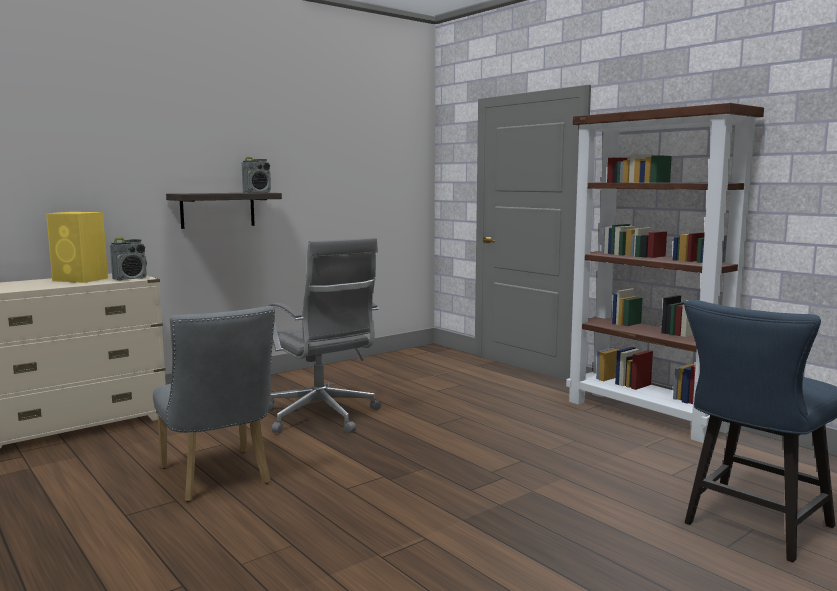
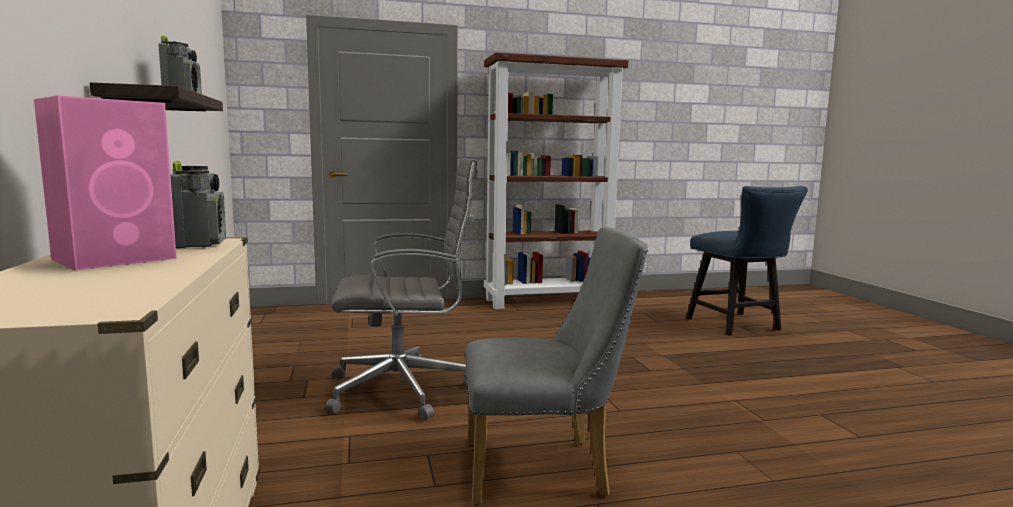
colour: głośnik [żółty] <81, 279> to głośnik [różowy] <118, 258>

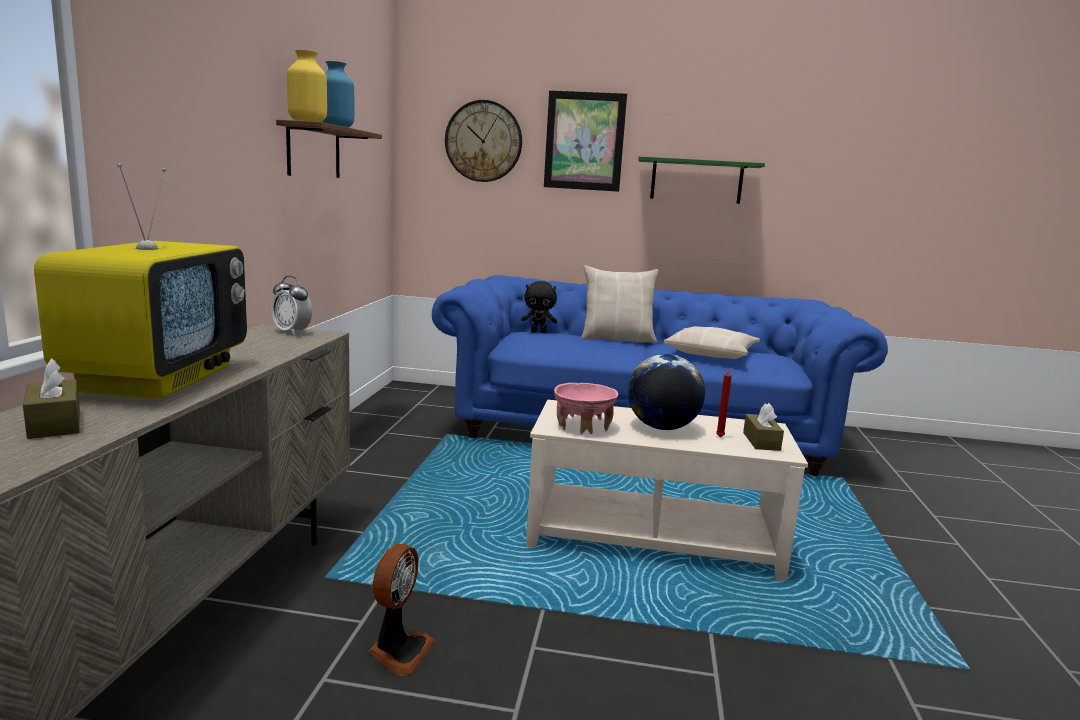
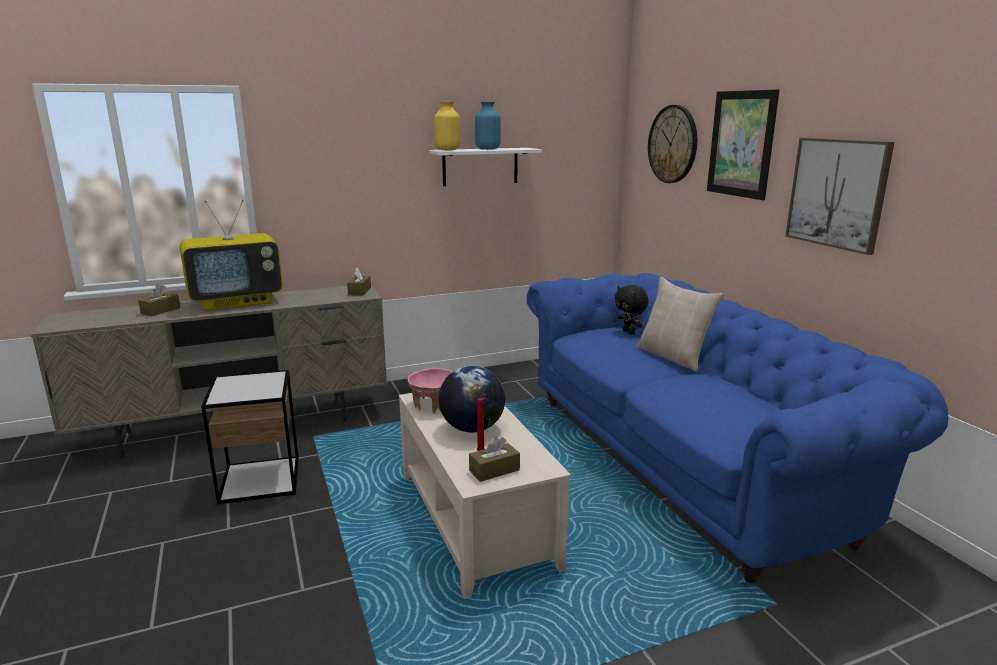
missing: poduszka [beżowy] <711, 353>
exchanged: budzik <292, 332> to pudełko chusteczek [brązowy] <359, 291>; wentylator <399, 651> to stolik <260, 479>; półka [zielony] <696, 181> to obraz <837, 193>
colour: półka [brązowy] <314, 151> to półka [biały] <480, 166>

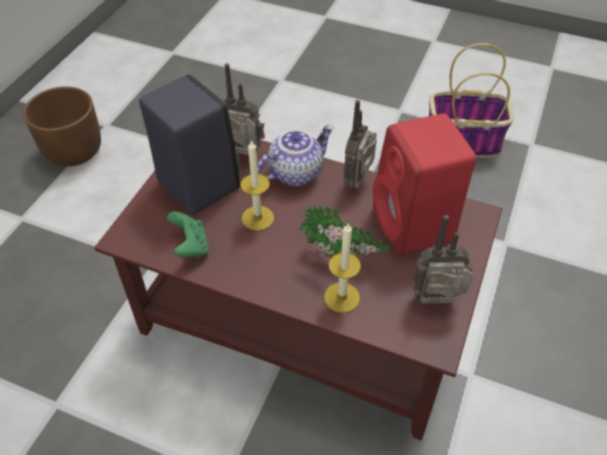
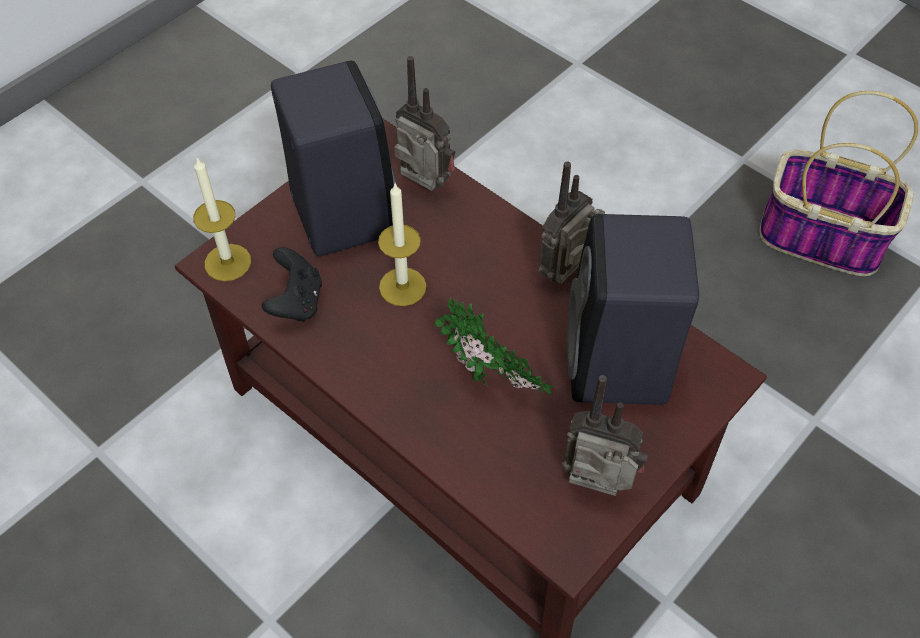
missing: donica [brązowy] <73, 151>; imbryk <295, 172>
relocated: świeca <342, 297> to <227, 262>
colour: pad do gier [zielony] <191, 247> to pad do gier [czarny] <296, 302>; głośnik [czerwony] <414, 226> to głośnik [czarny] <618, 365>

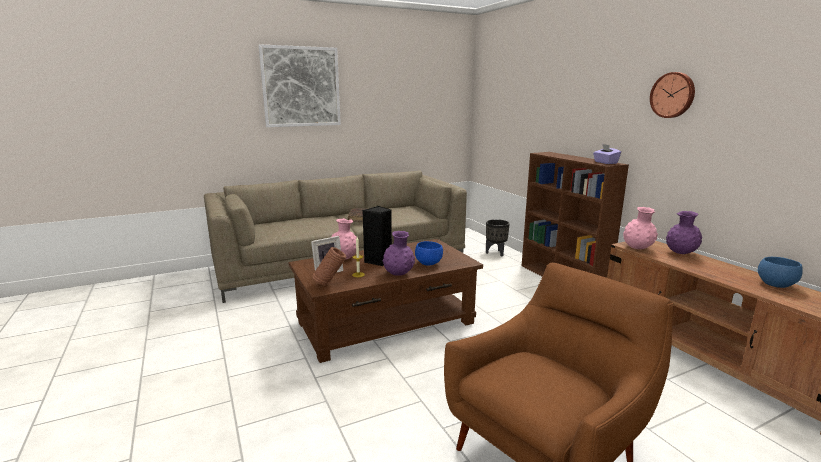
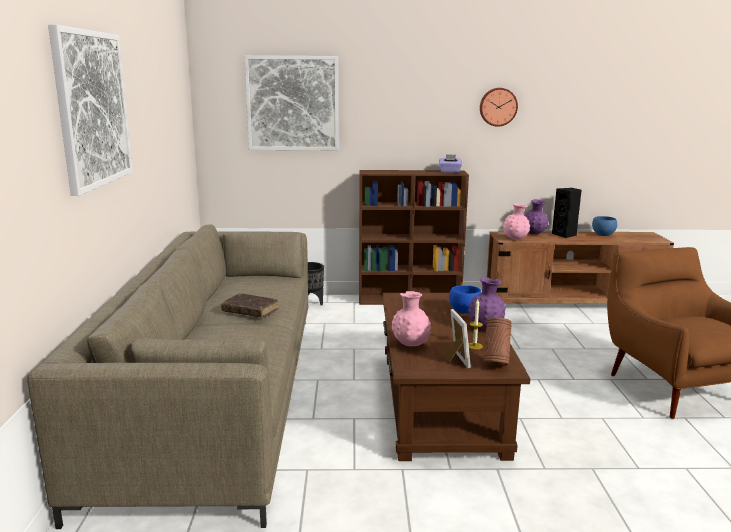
appeared: obraz <292, 103>
relocated: głośnik [czarny] <379, 261> to <565, 235>

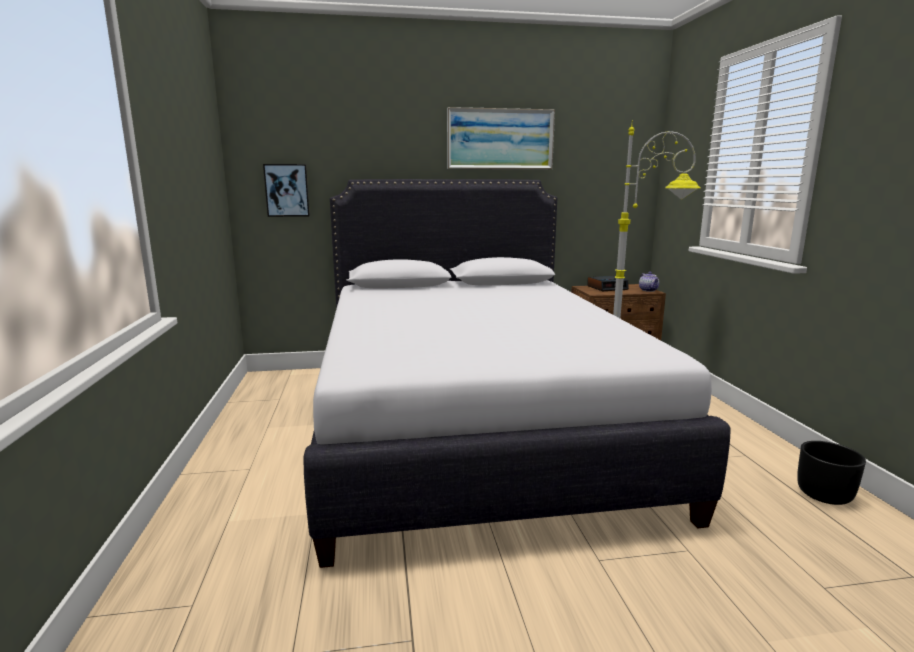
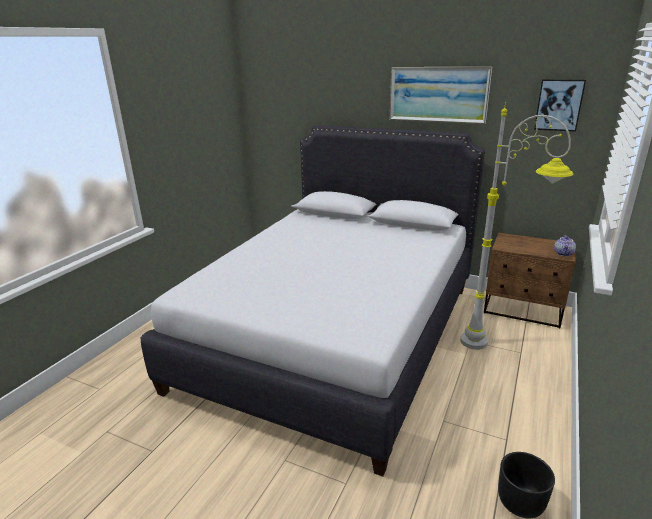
missing: budzik <607, 288>
relocated: obraz <287, 190> to <559, 105>

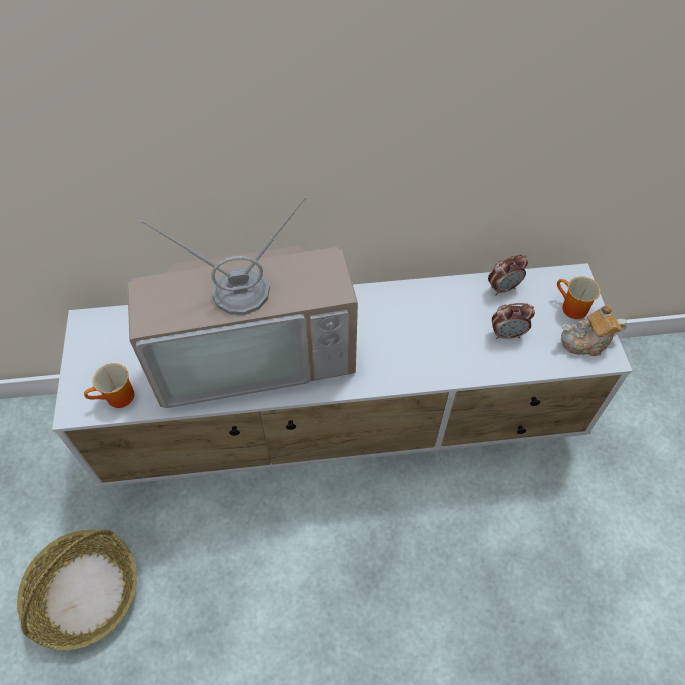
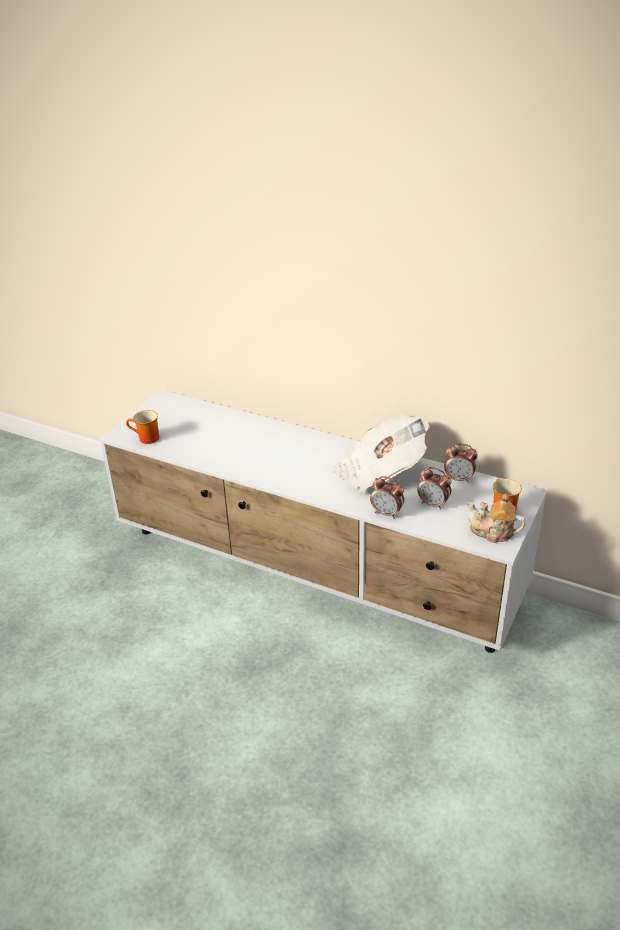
missing: koszyk <85, 592>; telewizor <255, 352>
appeared: gazeta <380, 472>; budzik <387, 513>

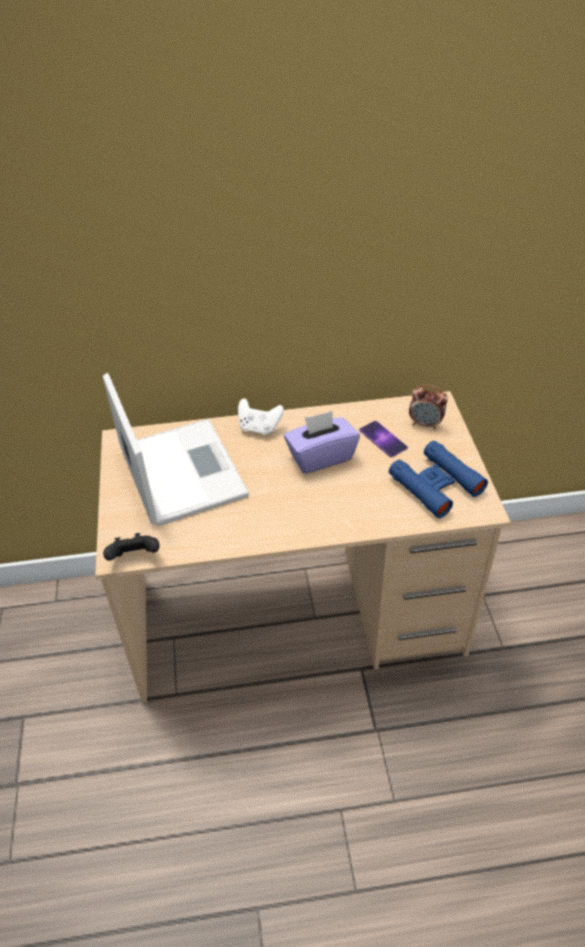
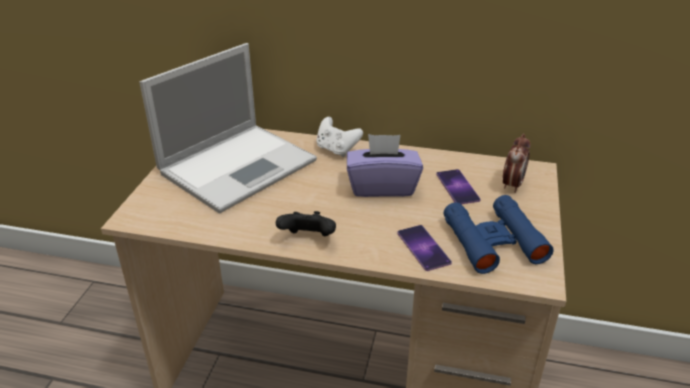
appeared: telefon <423, 248>
relocated: pad do gier [czarny] <135, 557> to <308, 239>
spun: laptop <181, 470> = <240, 165> 45 degrees clockwise; budzik <425, 424> = <512, 185> 105 degrees counterclockwise

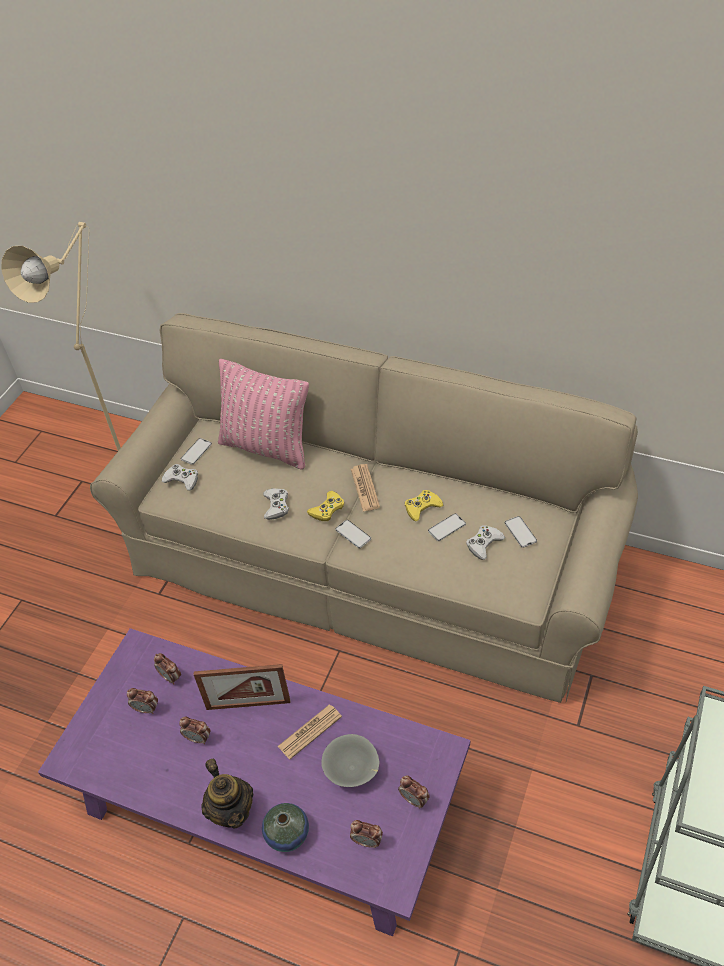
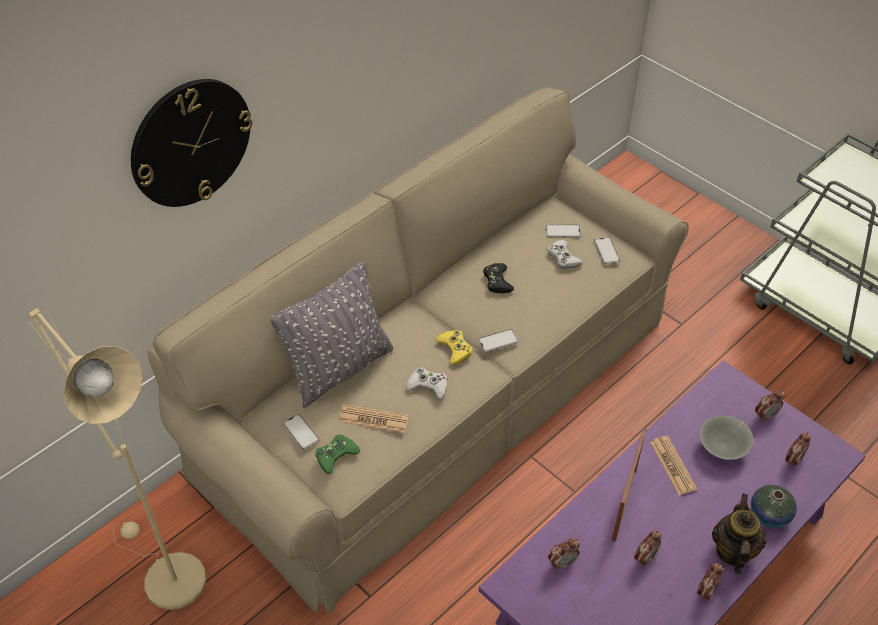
appeared: zegar ścienny <190, 143>
relocated: budzik <146, 709> to <706, 591>; gazeta <365, 488> to <373, 419>; telefon <447, 527> to <606, 251>
colour: pad do gier [biały] <182, 479> to pad do gier [zielony] <336, 456>; poduszka [różowy] <267, 447> to poduszka [szary] <339, 369>; pad do gier [żółty] <422, 507> to pad do gier [czarny] <497, 281>
spun: imbryk <232, 810> = <733, 551> 75 degrees counterclockwise

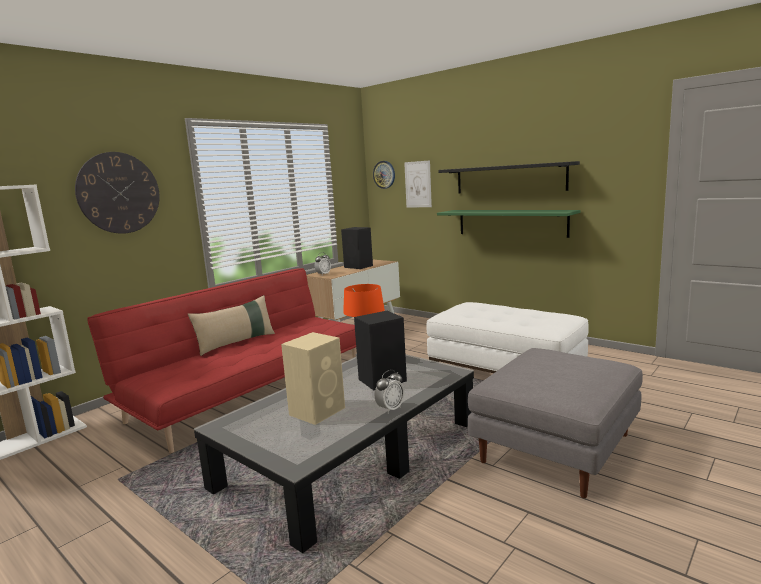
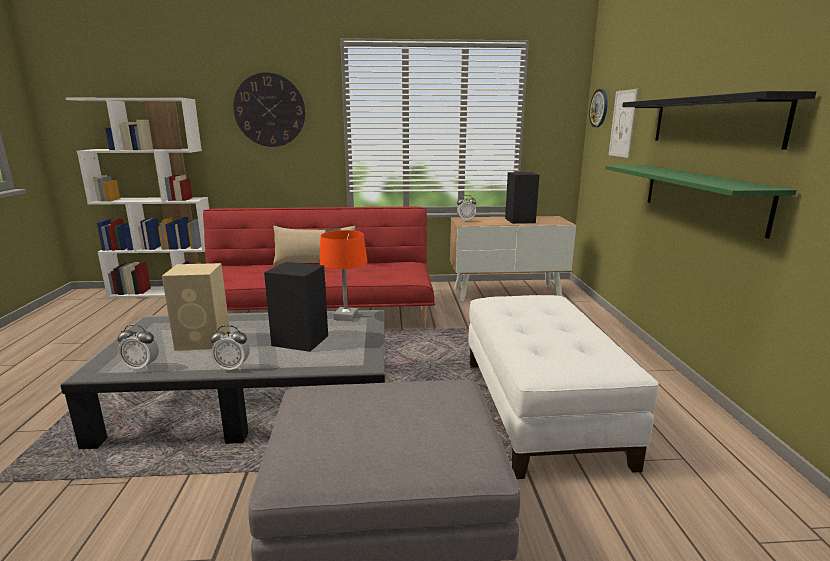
appeared: budzik <142, 367>

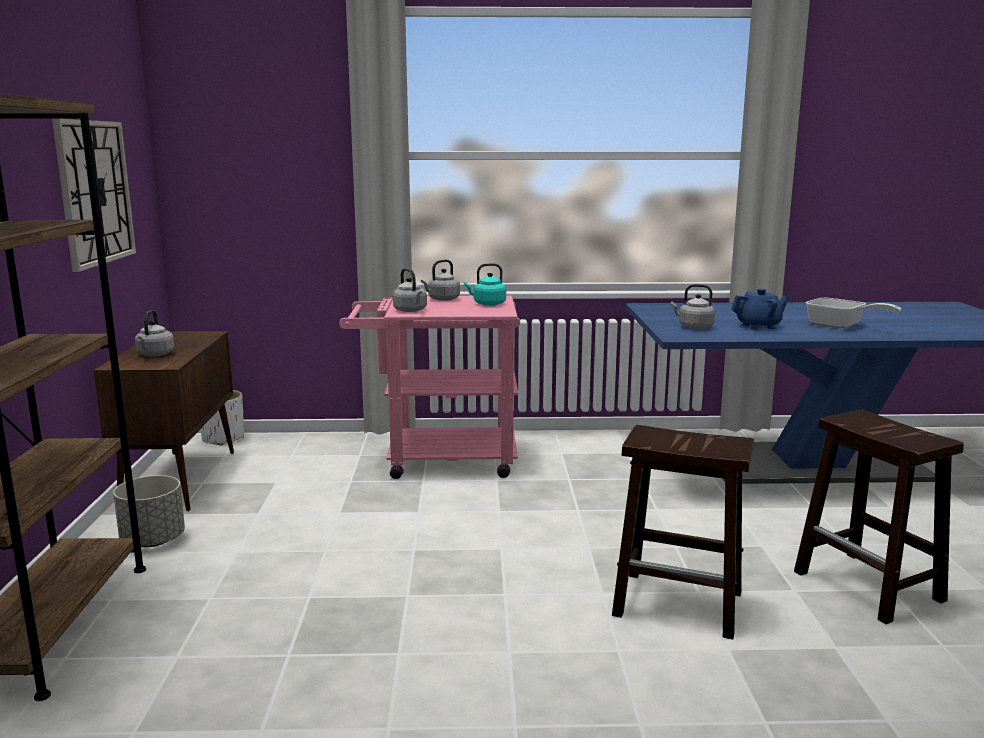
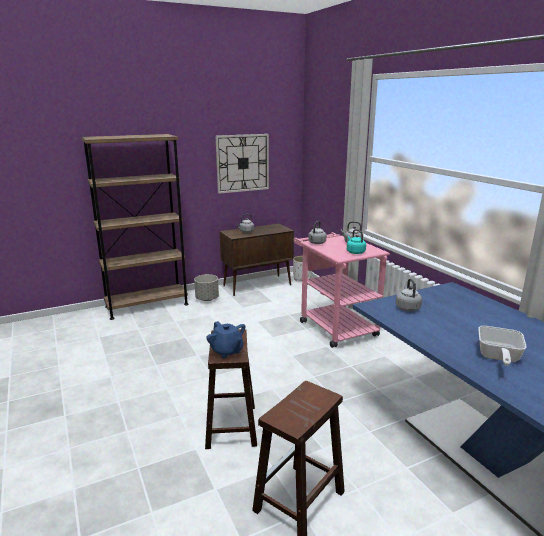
relocated: imbryk [niebieski] <759, 326> to <227, 351>

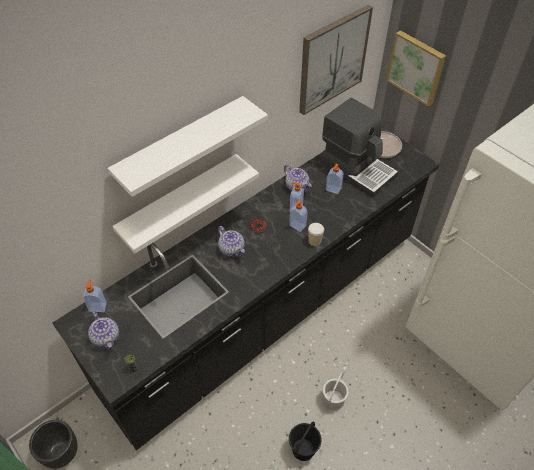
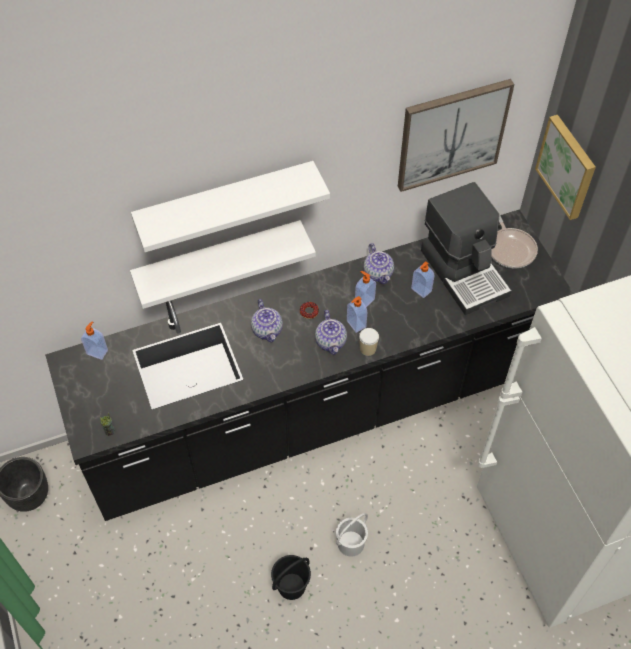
relocated: imbryk <106, 338> to <331, 342>

